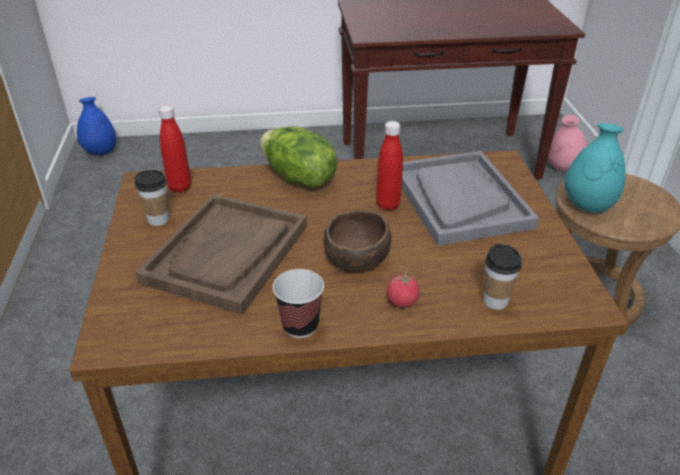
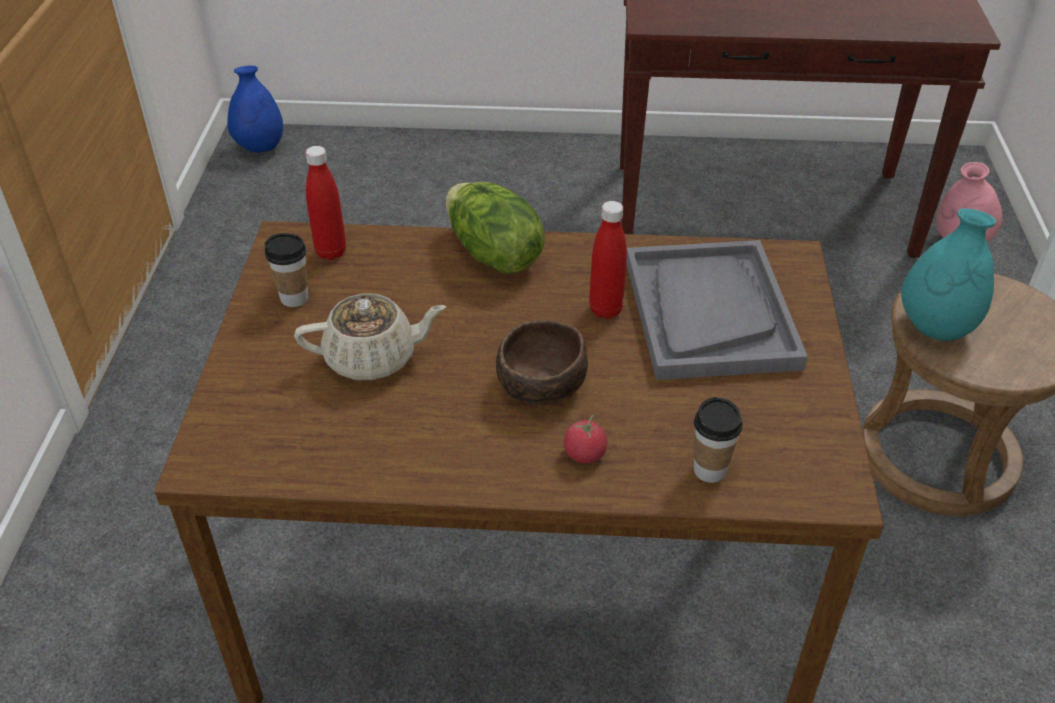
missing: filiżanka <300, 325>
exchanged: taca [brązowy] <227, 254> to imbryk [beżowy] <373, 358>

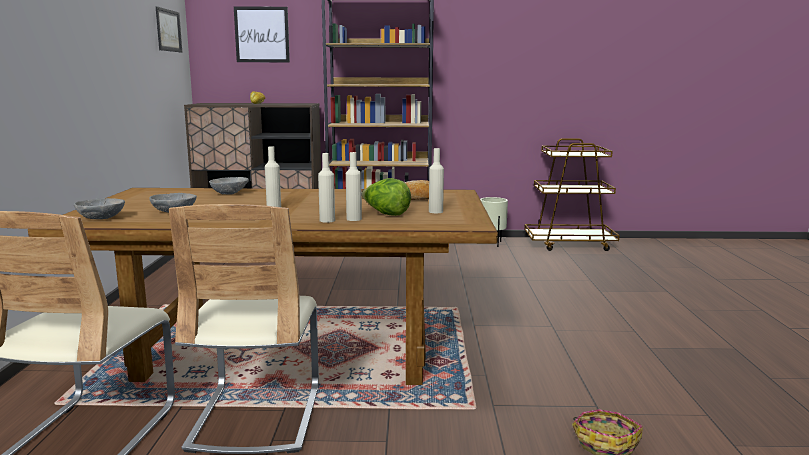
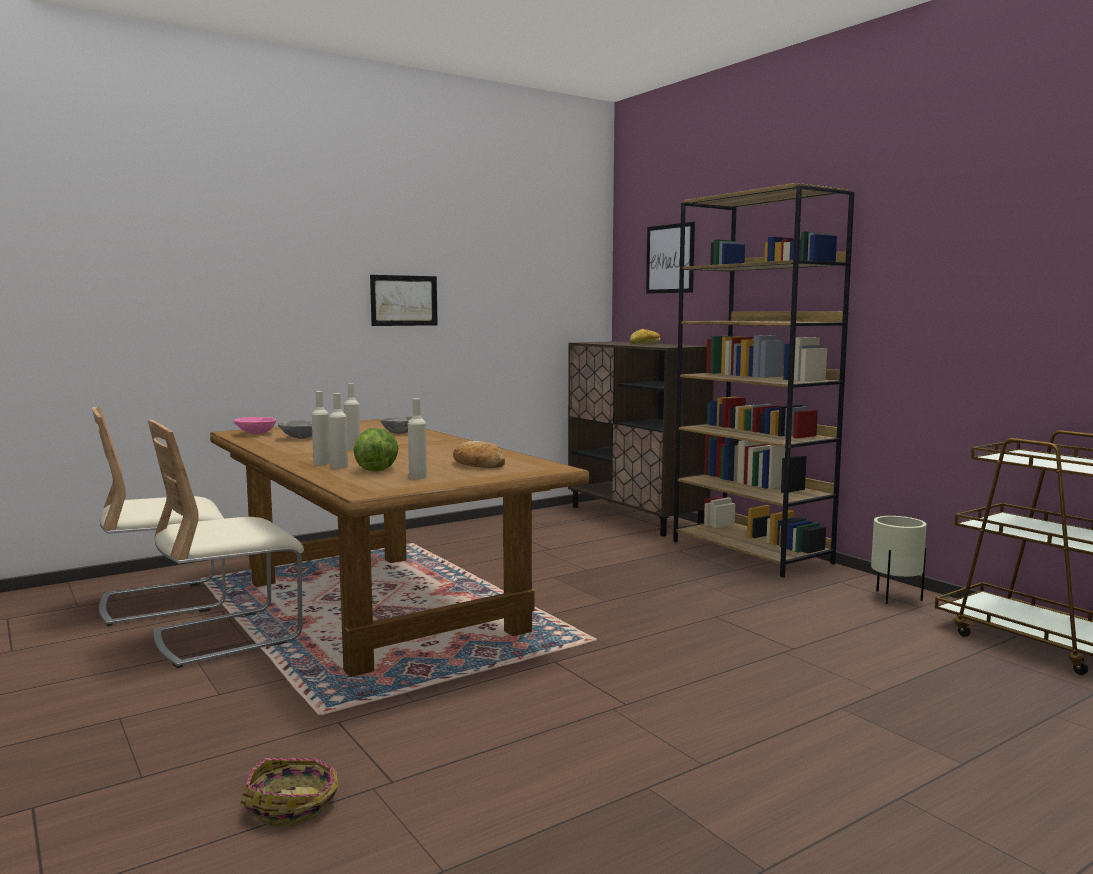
relocated: obraz <168, 30> to <404, 300>
colour: miska [szary] <101, 219> to miska [różowy] <255, 434>

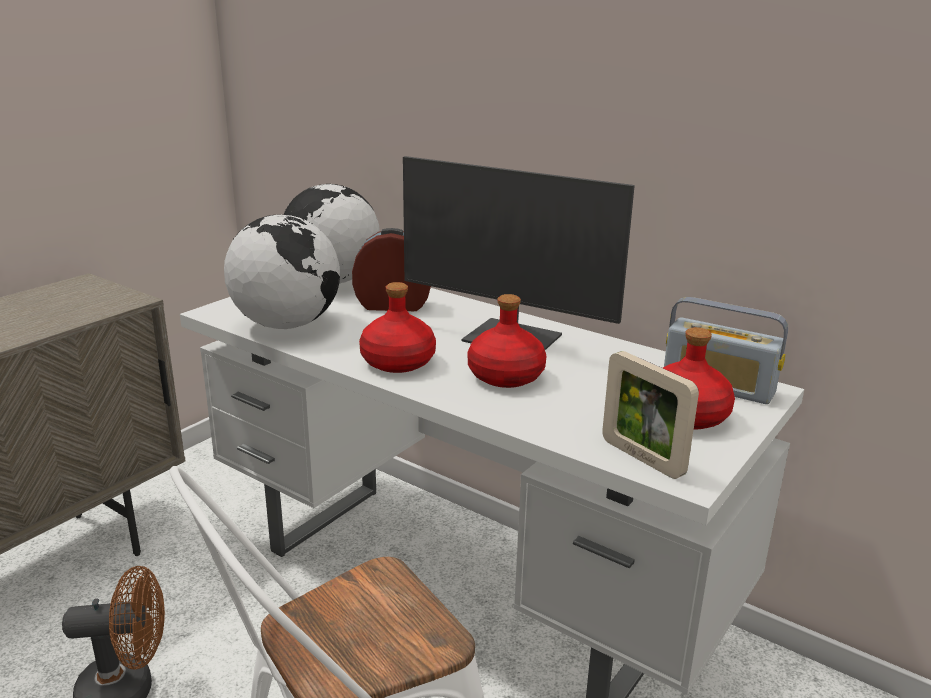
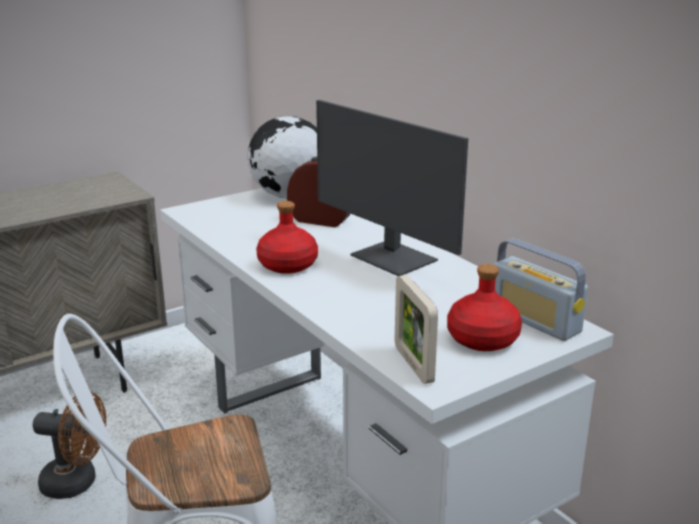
missing: globus <286, 325>; butelka [czerwony] <505, 375>

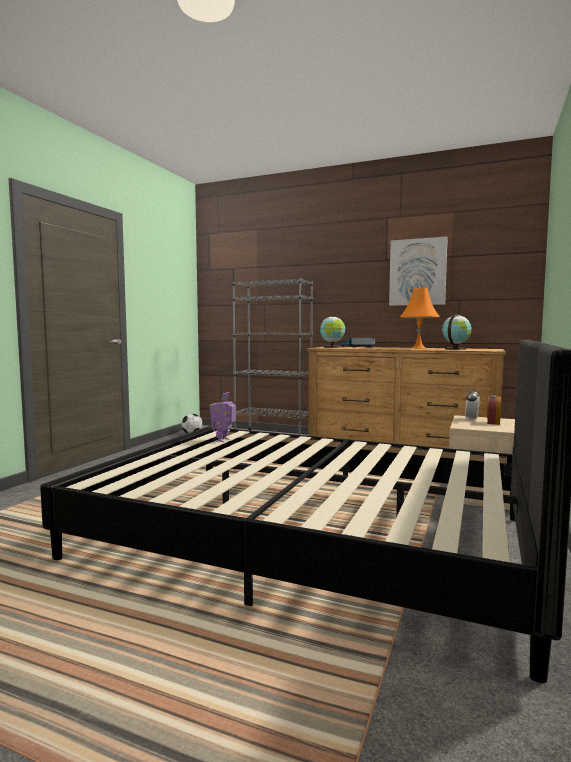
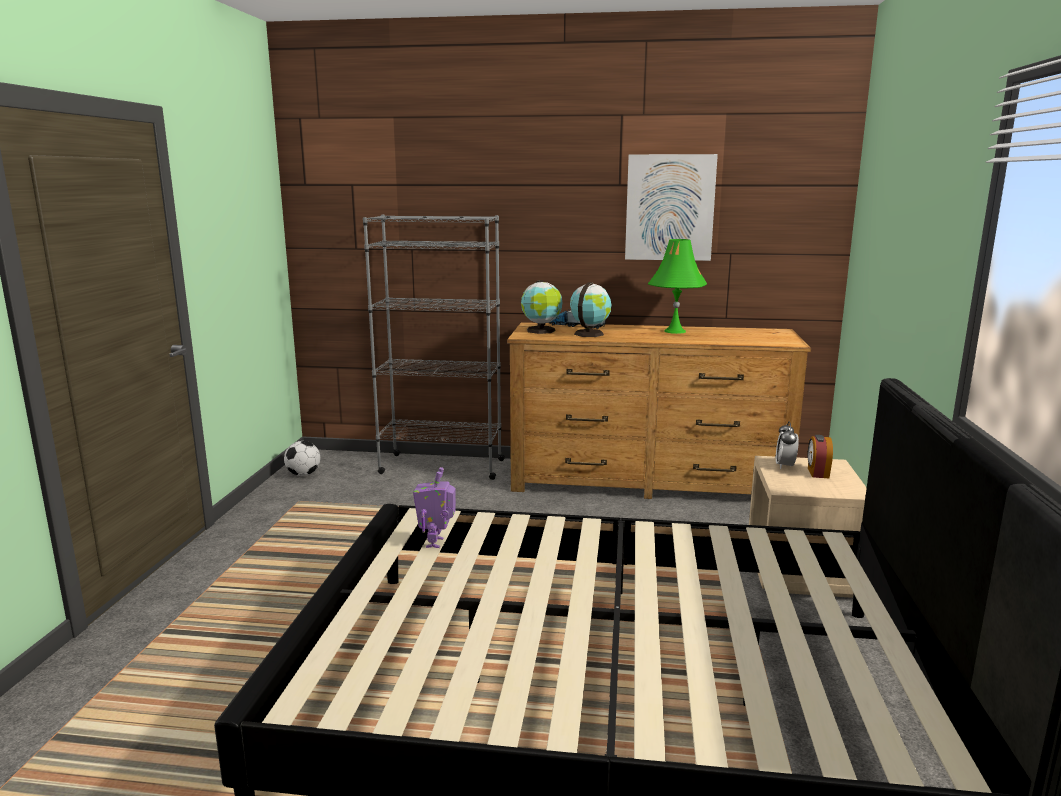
relocated: globus <455, 349> to <589, 333>
colour: lampa stołowa [pomarańczowy] <418, 348> to lampa stołowa [zielony] <675, 331>

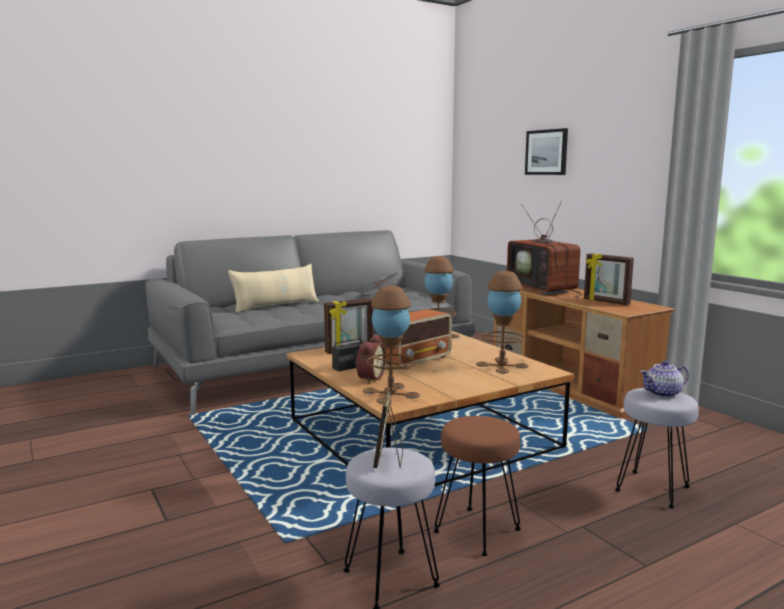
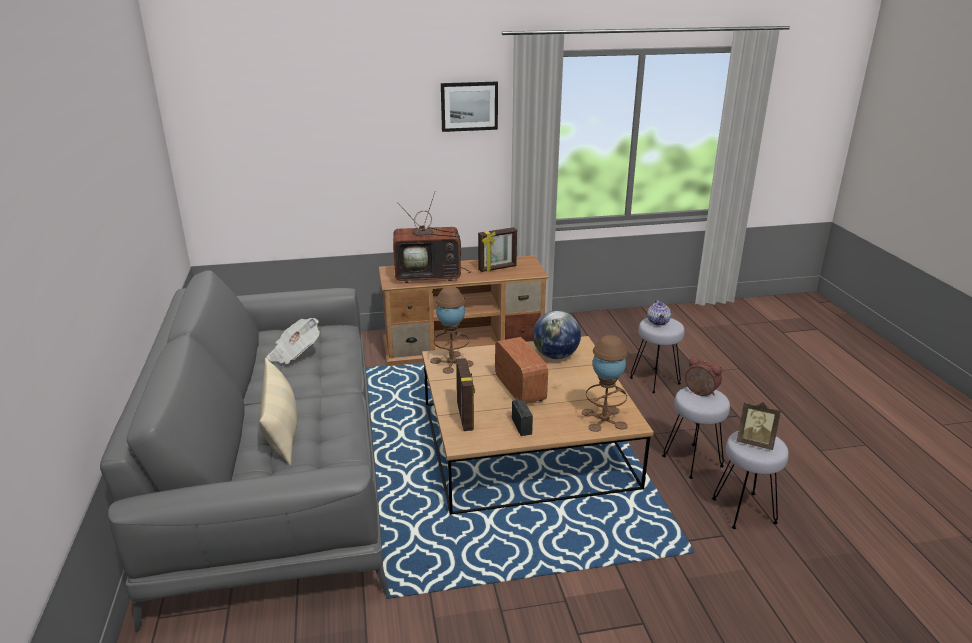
relocated: budzik <369, 378> to <700, 392>; obraz <546, 152> to <469, 106>
exchanged: lampa stołowa [brązowy] <501, 365> to globus <555, 356>
colour: stołek [brązowy] <477, 531> to stołek [szary] <693, 461>

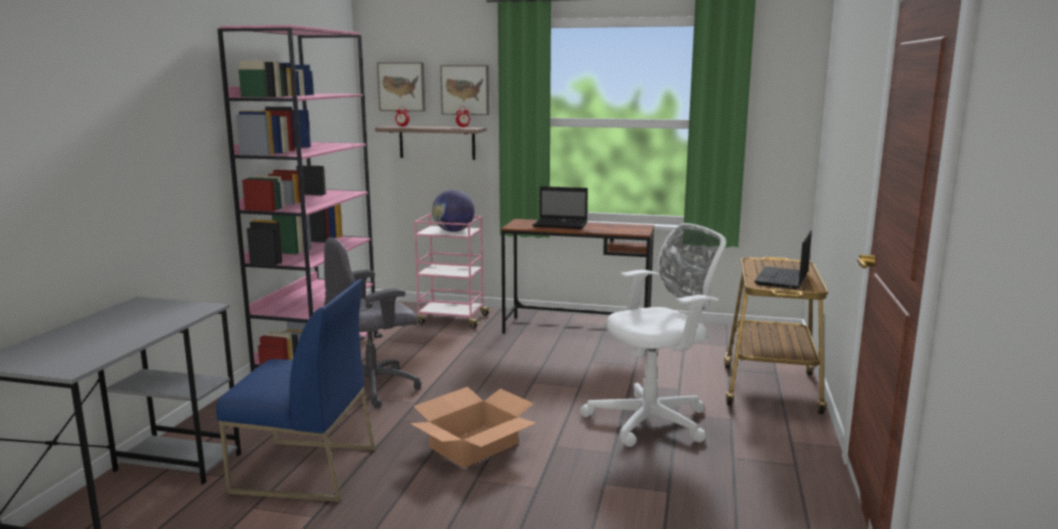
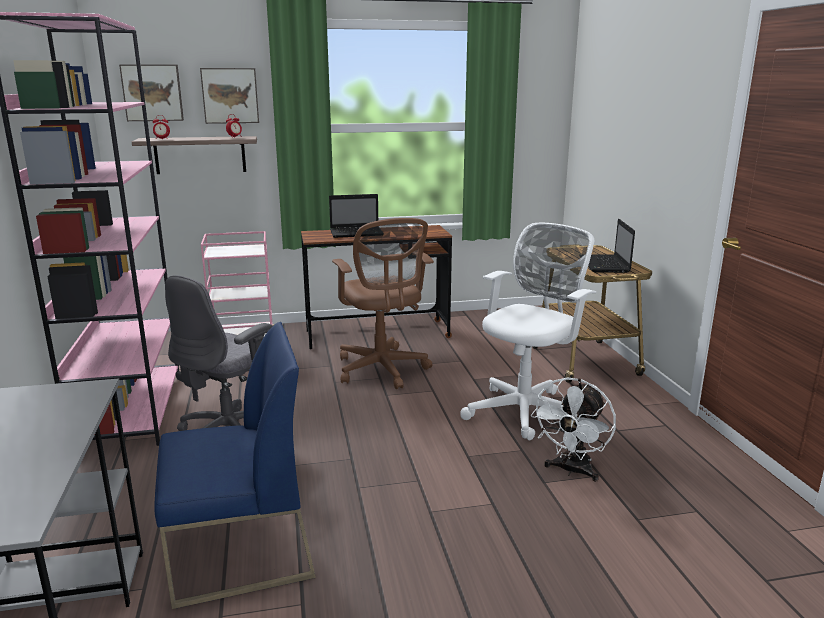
missing: karton <474, 445>; globus <453, 231>
appeared: krzesło biurowe [brązowy] <382, 370>; wentylator [biały] <571, 471>

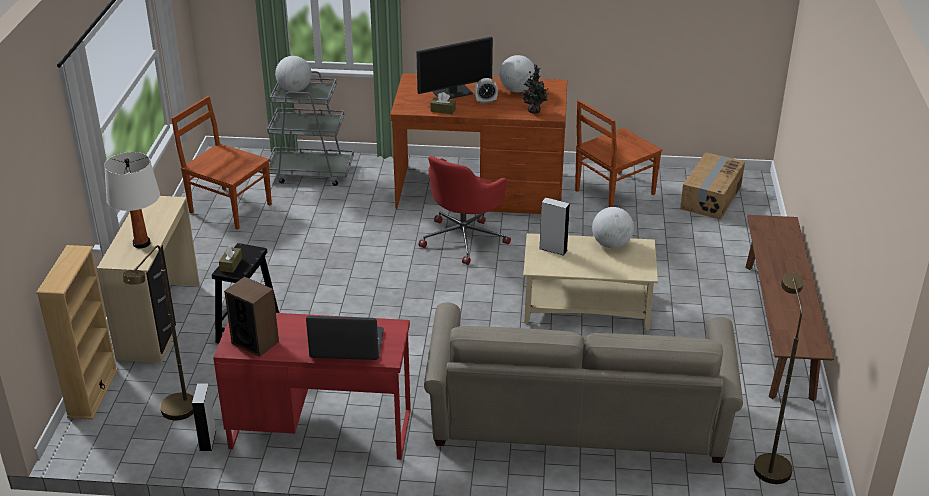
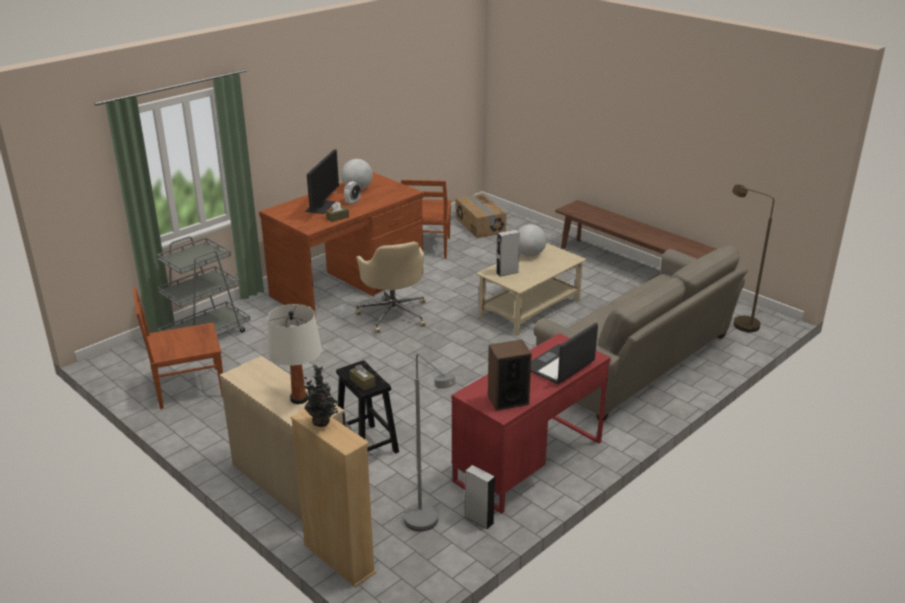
missing: globus <294, 90>
relocated: roślina doniczkowa <534, 111> to <323, 422>
colour: lampa stojąca [brązowy] <175, 415> to lampa stojąca [szary] <427, 524>; krzesło biurowe [czerwony] <464, 239> to krzesło biurowe [beżowy] <393, 314>

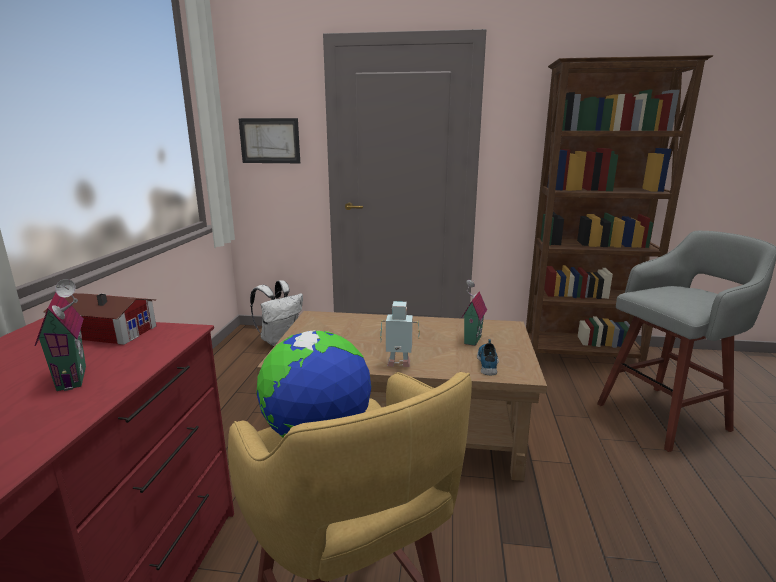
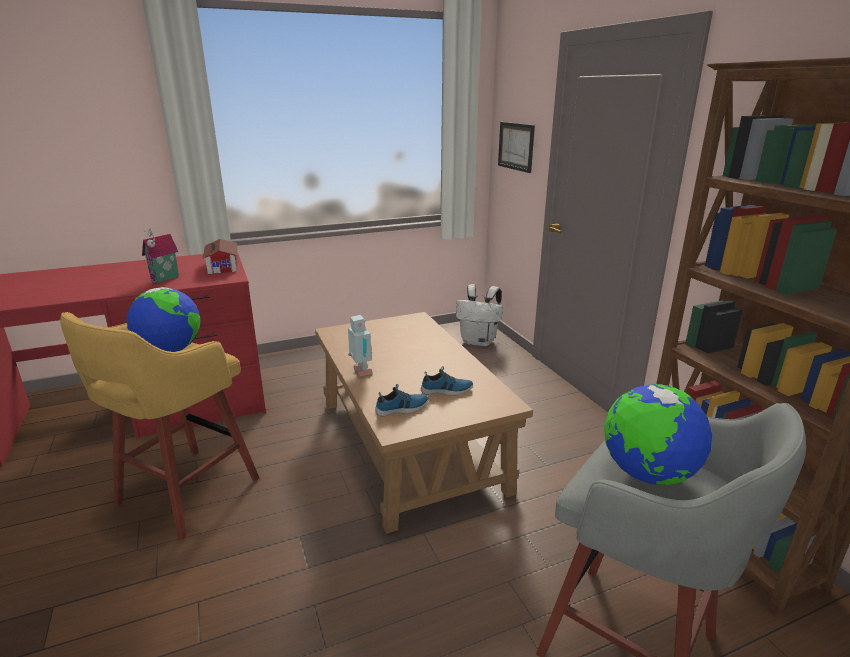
appeared: globus <647, 474>
exchanged: domek <471, 339> to but <447, 390>

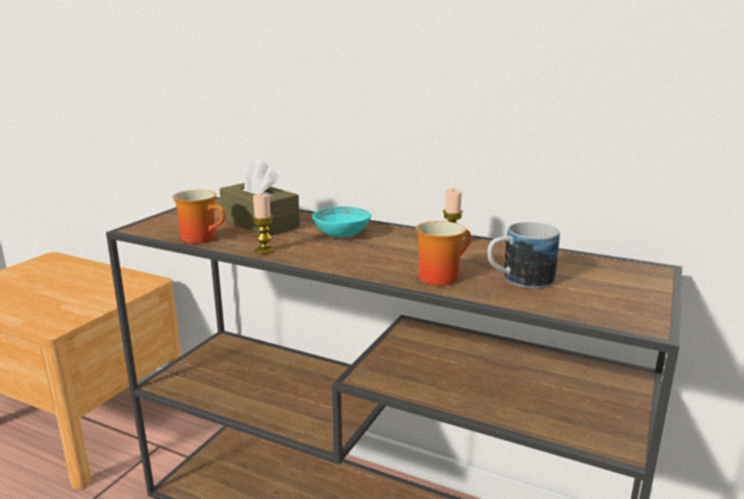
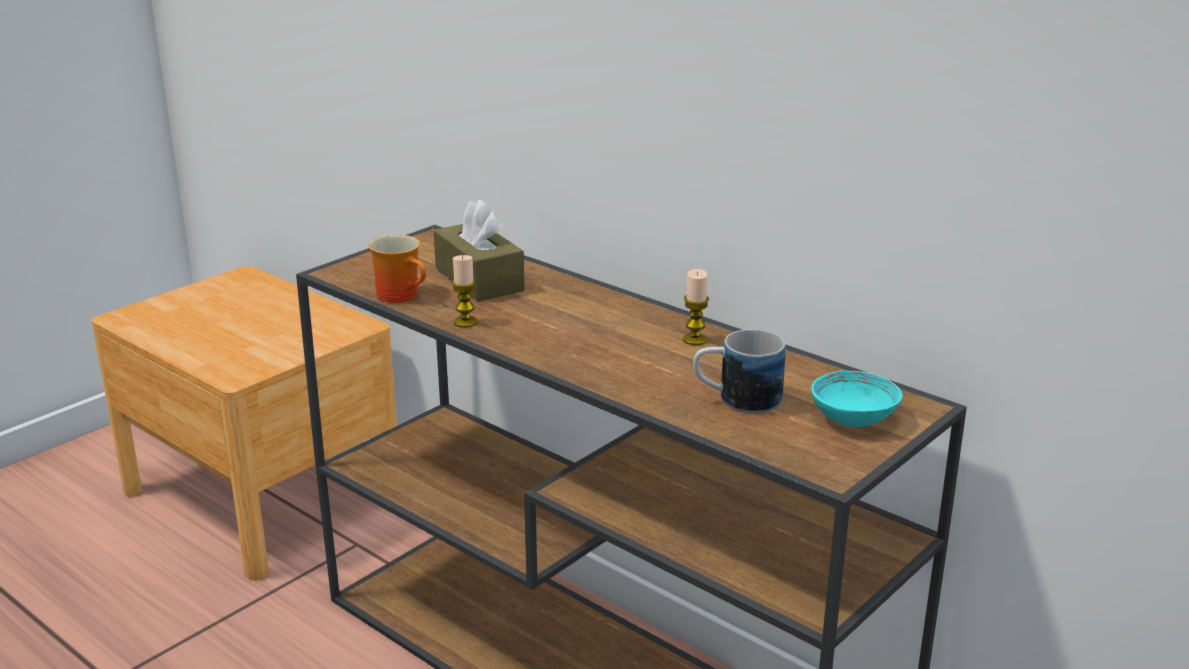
missing: kubek <440, 275>
relocated: miska [turkusowy] <342, 234> to <853, 418>

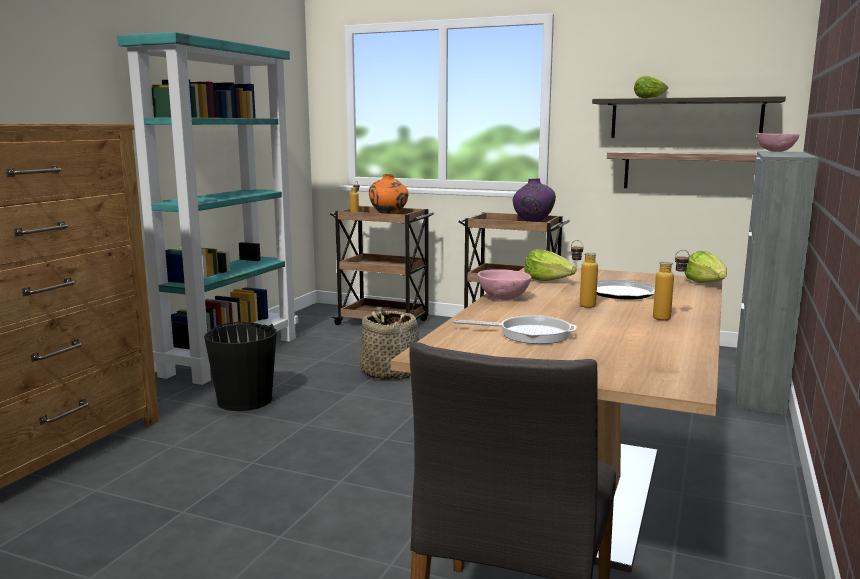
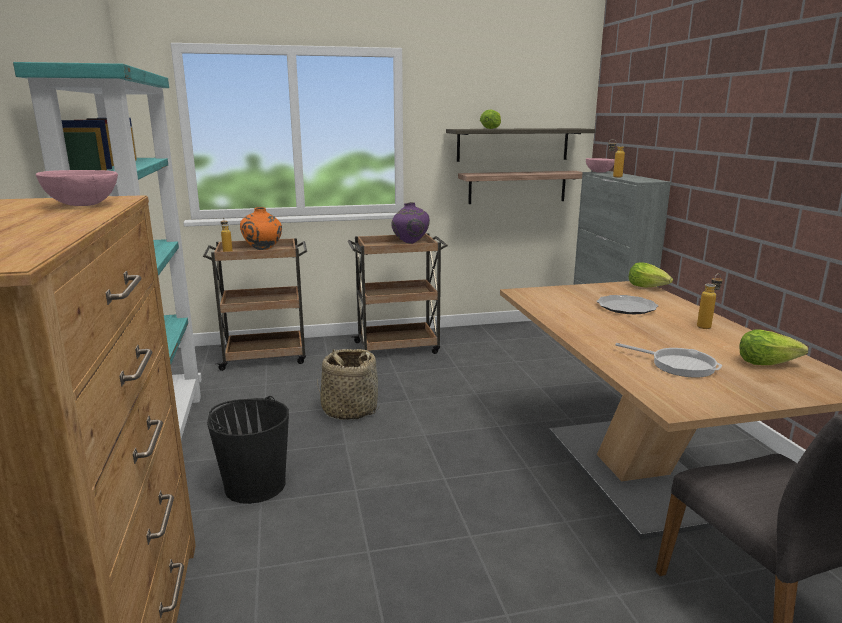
relocated: miska [różowy] <504, 298> to <83, 205>; sałata <548, 281> to <766, 363>; butelka <581, 305> to <613, 177>
spun: patelnia <529, 334> = <678, 365> 60 degrees clockwise

